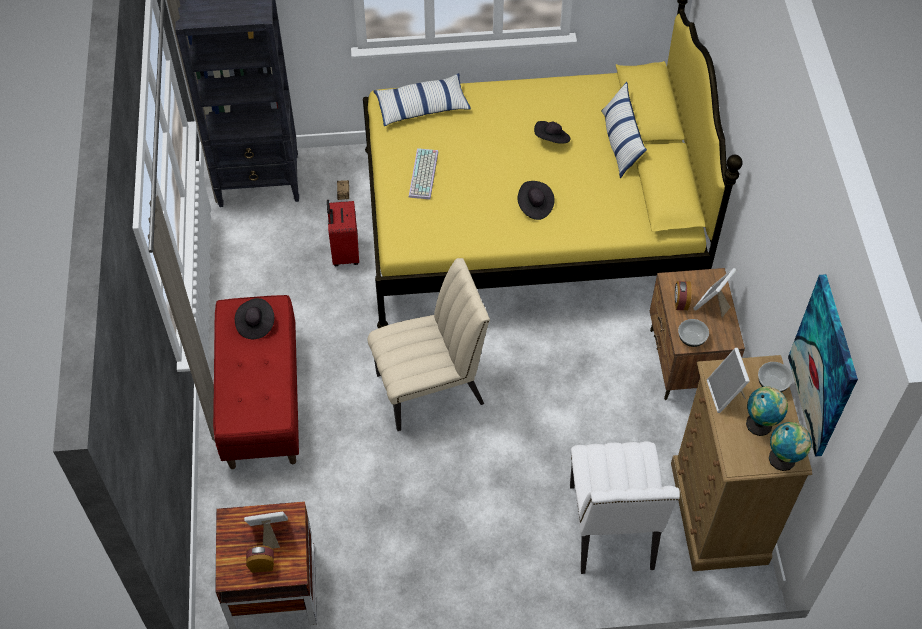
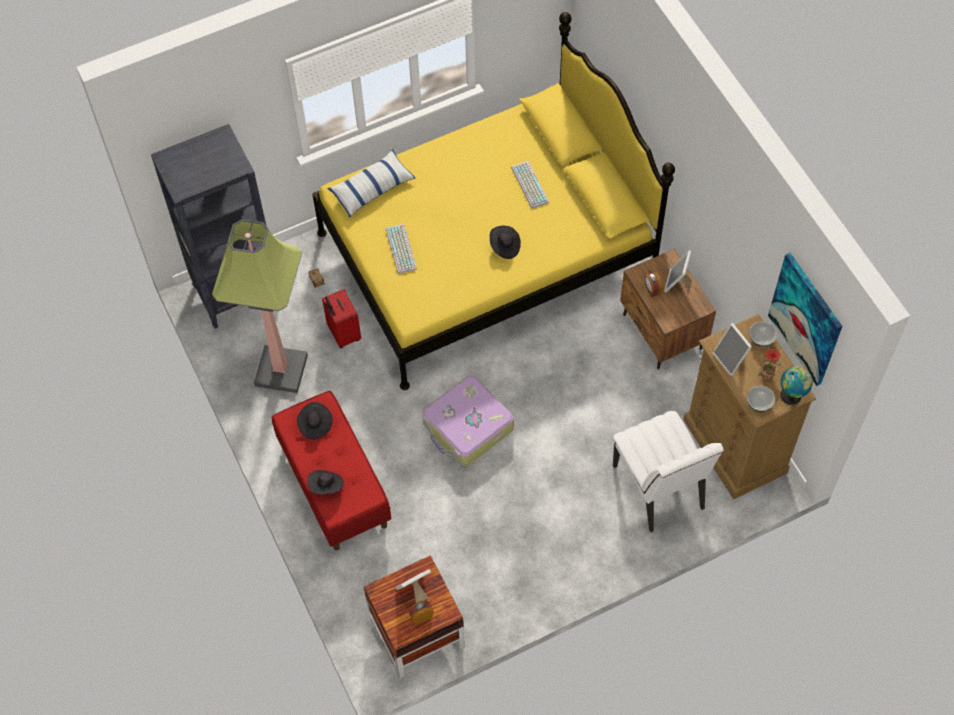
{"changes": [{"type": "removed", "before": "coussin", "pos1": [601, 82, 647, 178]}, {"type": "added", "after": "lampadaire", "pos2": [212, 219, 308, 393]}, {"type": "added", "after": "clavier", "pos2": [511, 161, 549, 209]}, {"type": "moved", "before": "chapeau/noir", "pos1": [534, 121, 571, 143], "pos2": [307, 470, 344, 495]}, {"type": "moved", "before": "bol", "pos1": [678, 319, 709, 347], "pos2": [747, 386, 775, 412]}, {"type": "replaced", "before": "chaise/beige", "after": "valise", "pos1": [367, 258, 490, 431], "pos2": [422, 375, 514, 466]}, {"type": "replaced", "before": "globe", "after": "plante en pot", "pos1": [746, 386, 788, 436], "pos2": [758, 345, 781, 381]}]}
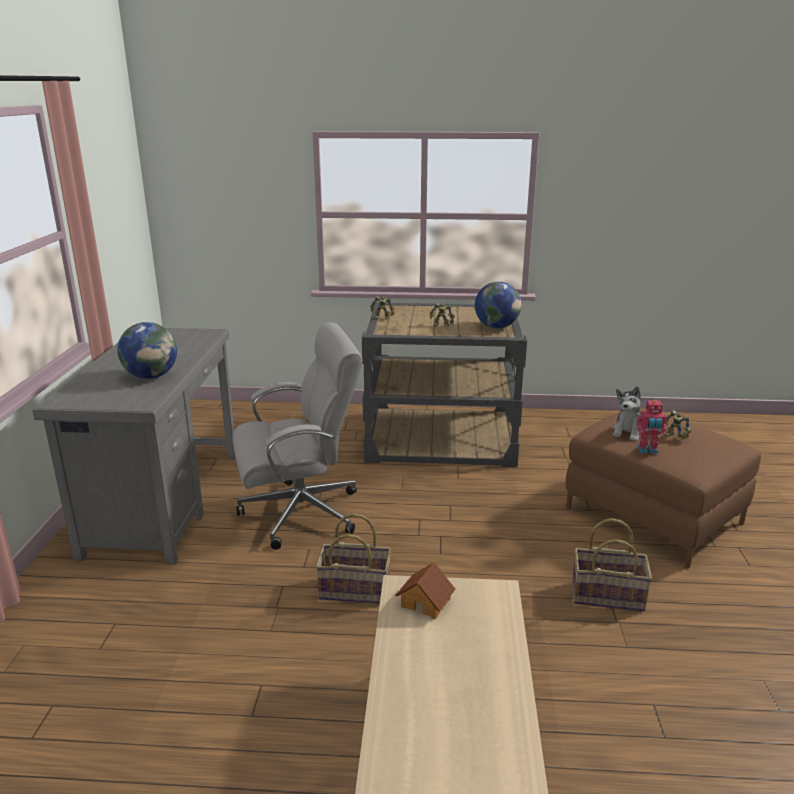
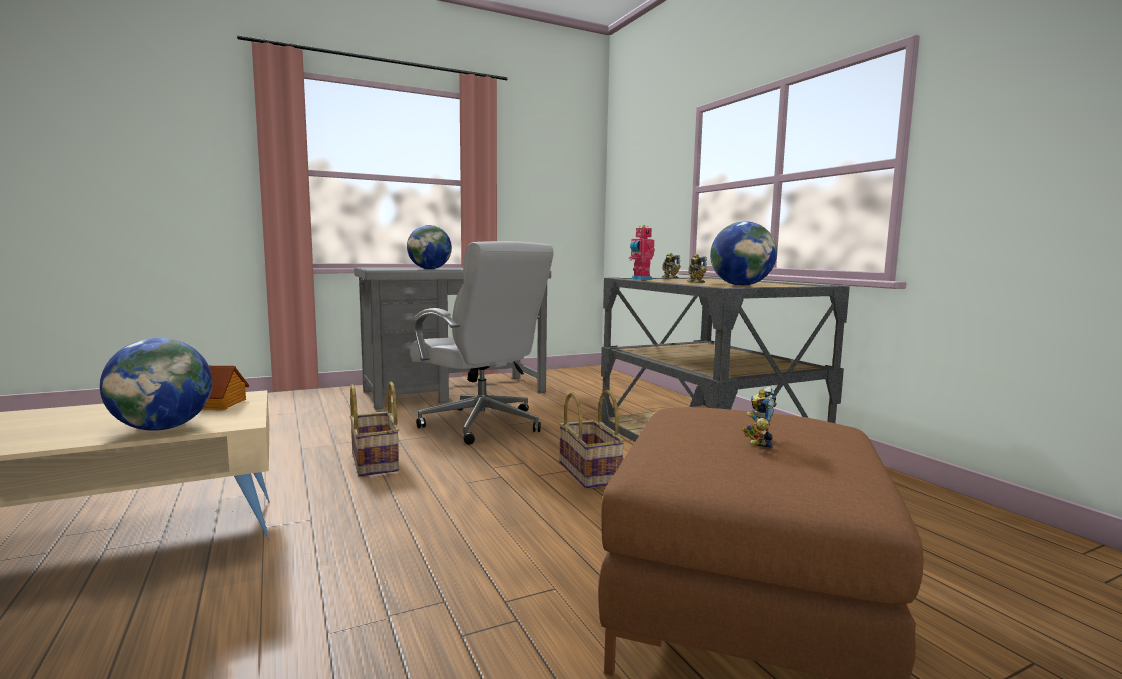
{"changes": [{"type": "removed", "before": "peluche", "pos1": [613, 386, 641, 441]}, {"type": "added", "after": "globe", "pos2": [100, 338, 212, 431]}, {"type": "moved", "before": "panier", "pos1": [572, 518, 652, 611], "pos2": [559, 390, 625, 488]}, {"type": "moved", "before": "robot jouet", "pos1": [637, 400, 667, 454], "pos2": [629, 225, 655, 280]}]}
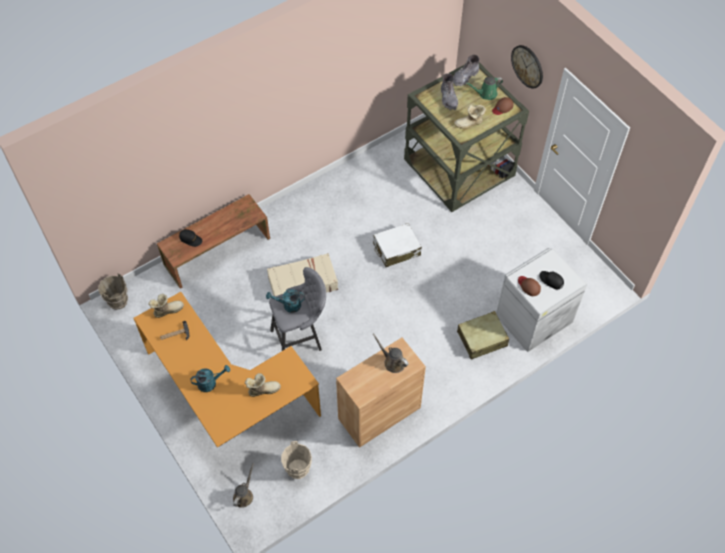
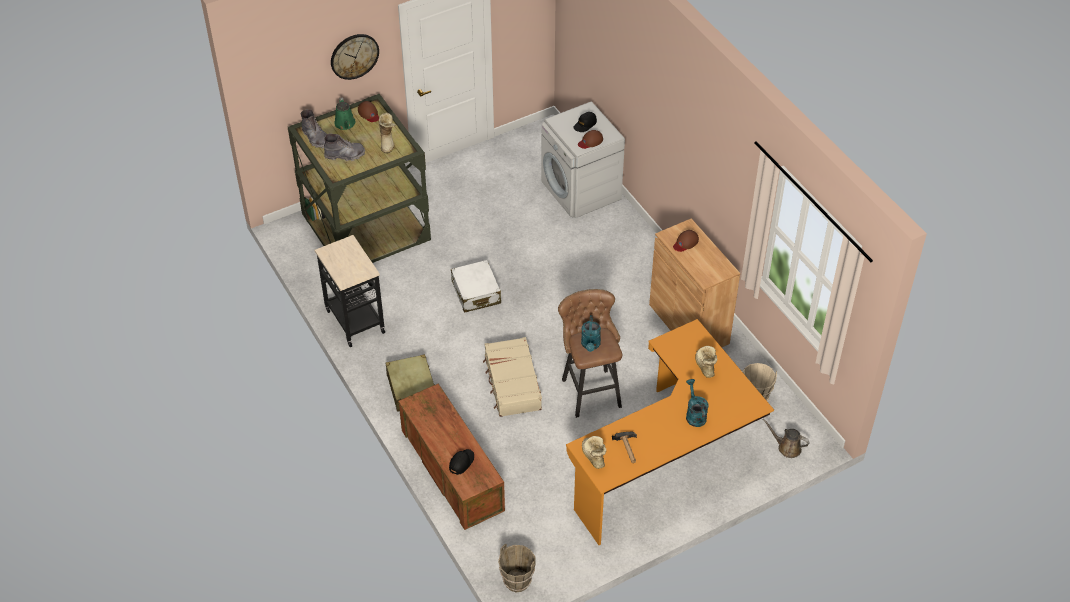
{"changes": [{"type": "added", "after": "chariot", "pos2": [315, 235, 385, 347]}, {"type": "moved", "before": "valise/beige", "pos1": [457, 311, 509, 360], "pos2": [386, 354, 435, 412]}, {"type": "replaced", "before": "arrosoir/marron", "after": "casquette/marron", "pos1": [372, 333, 409, 373], "pos2": [673, 230, 699, 252]}, {"type": "recoloured", "before": "tabouret/gris", "after": "tabouret/marron", "pos1": [269, 267, 326, 351], "pos2": [558, 289, 622, 418]}]}
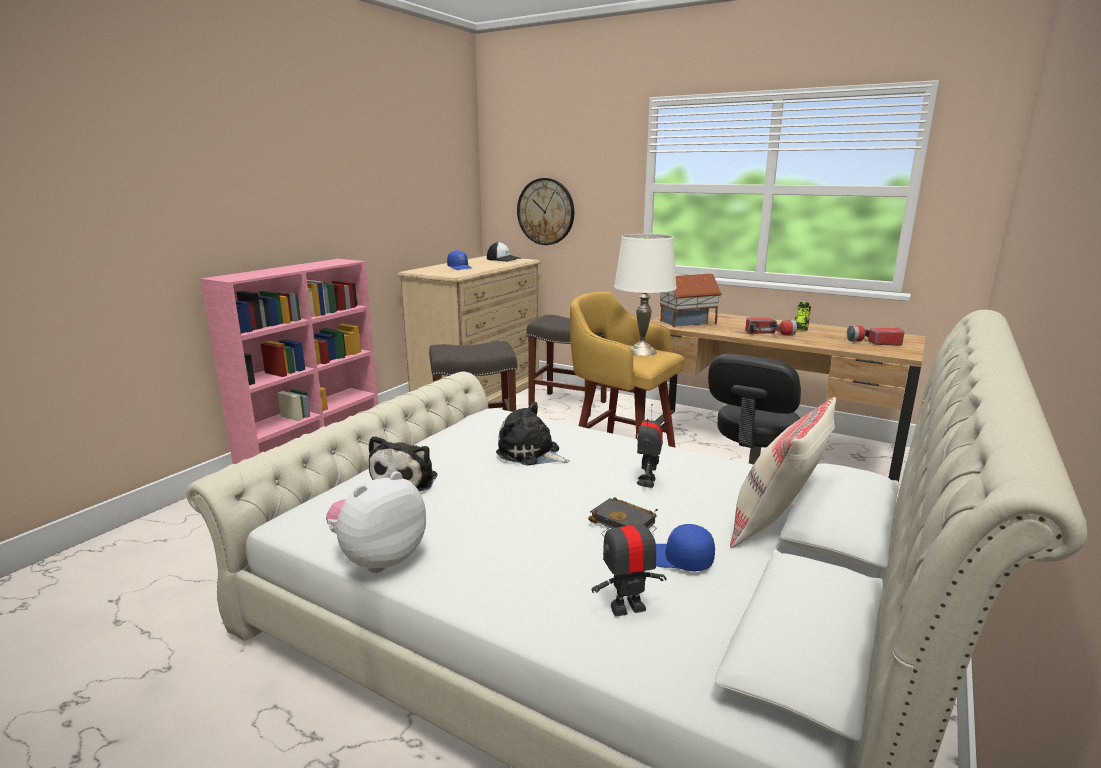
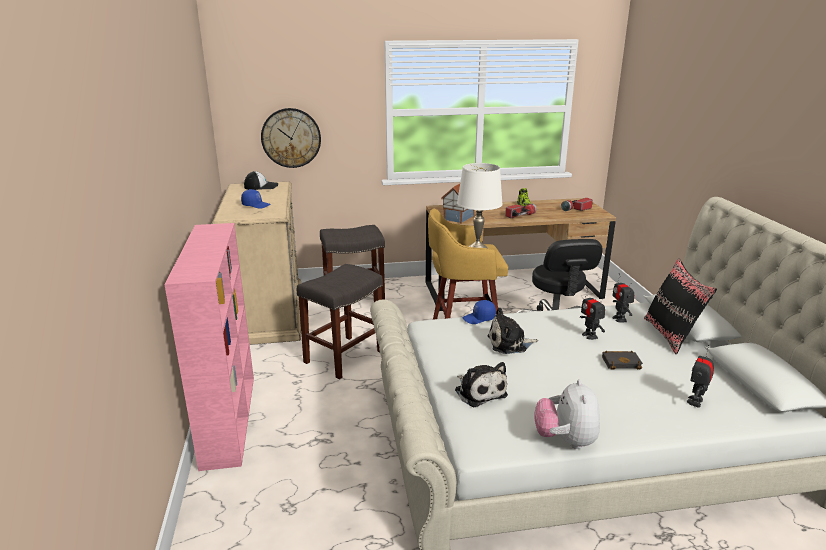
{"changes": [{"type": "added", "after": "robot jouet", "pos2": [612, 273, 634, 323]}, {"type": "moved", "before": "casquette/bleu", "pos1": [656, 524, 715, 571], "pos2": [463, 300, 496, 324]}, {"type": "recoloured", "before": "coussin/beige", "after": "coussin/noir", "pos1": [730, 397, 836, 548], "pos2": [644, 258, 717, 355]}]}
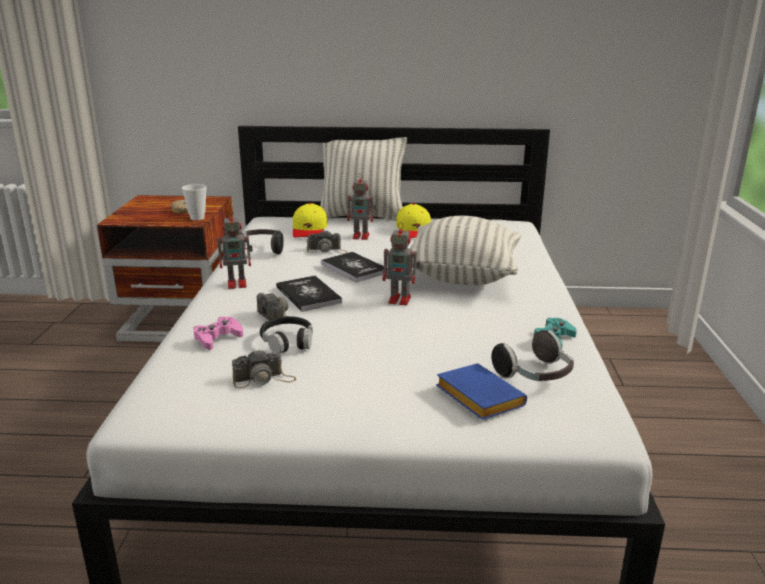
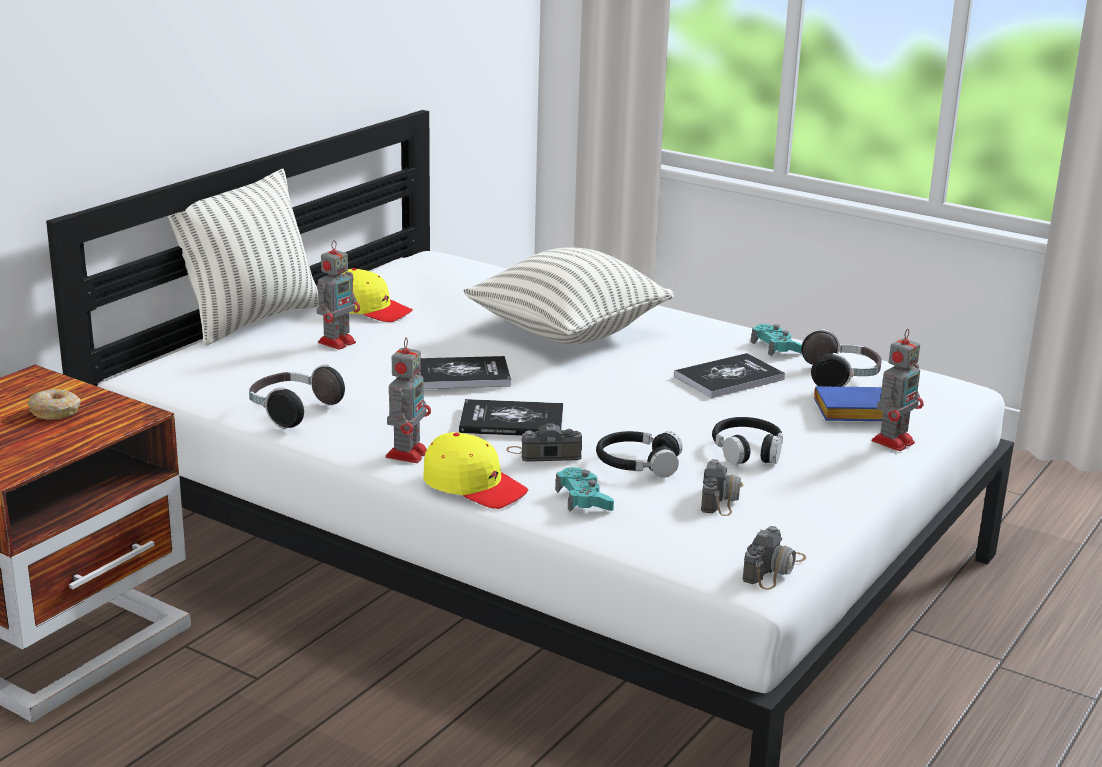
{"changes": [{"type": "removed", "before": "tasse", "pos1": [182, 184, 206, 220]}, {"type": "added", "after": "livre", "pos2": [674, 353, 785, 398]}, {"type": "added", "after": "casque audio/noir", "pos2": [712, 417, 783, 465]}, {"type": "moved", "before": "casquette/jaune", "pos1": [293, 203, 328, 238], "pos2": [423, 432, 528, 509]}, {"type": "moved", "before": "appareil photo", "pos1": [307, 230, 348, 254], "pos2": [742, 526, 806, 589]}, {"type": "moved", "before": "robot jouet", "pos1": [382, 222, 420, 305], "pos2": [872, 329, 924, 451]}, {"type": "recoloured", "before": "manette/rose", "after": "manette/turquoise", "pos1": [194, 316, 243, 350], "pos2": [555, 467, 614, 512]}]}
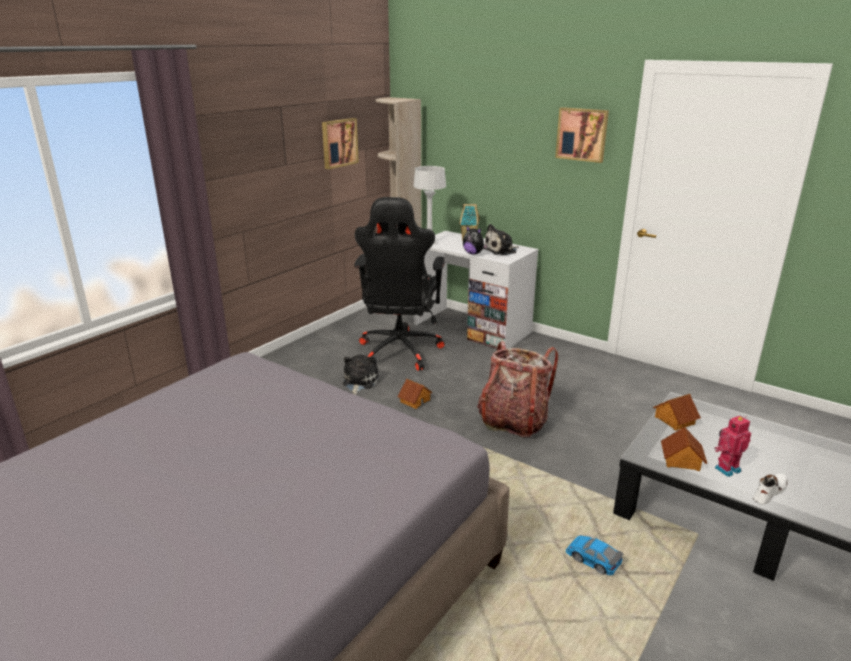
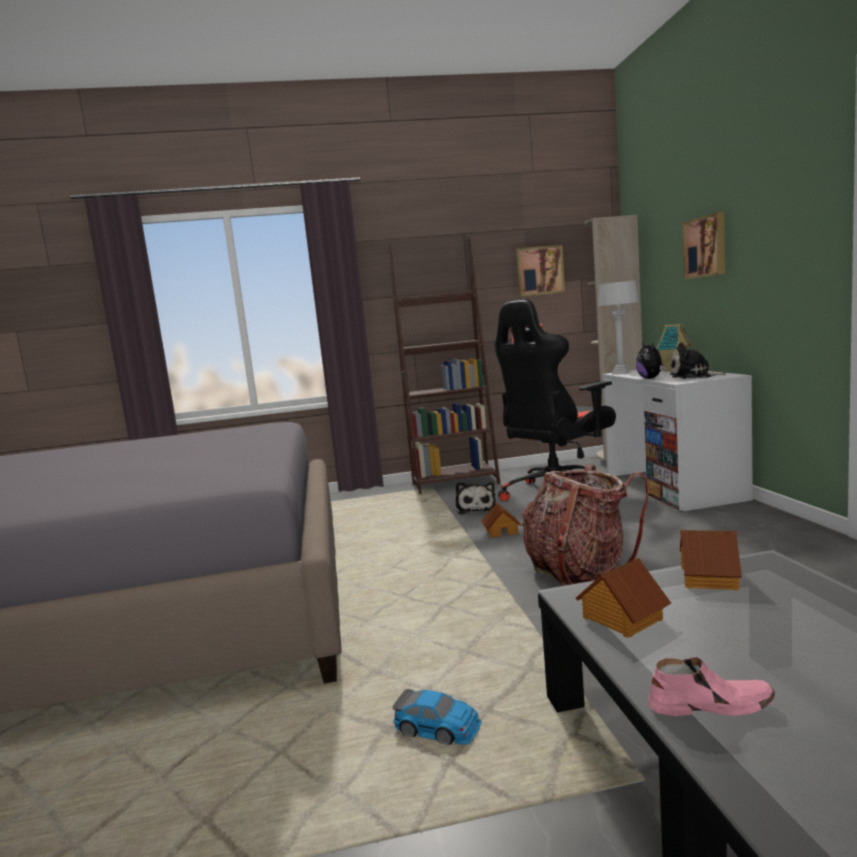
{"changes": [{"type": "removed", "before": "robot jouet", "pos1": [714, 416, 751, 477]}, {"type": "added", "after": "bibliothèque/marron", "pos2": [387, 237, 501, 494]}, {"type": "moved", "before": "tableau", "pos1": [555, 107, 609, 163], "pos2": [682, 211, 725, 280]}, {"type": "recoloured", "before": "chaussure/blanc", "after": "chaussure/rose", "pos1": [753, 474, 788, 505], "pos2": [648, 657, 776, 716]}, {"type": "turned", "before": "peluche", "pos1": [343, 355, 378, 395], "pos2": [456, 482, 496, 515], "turn": 120}, {"type": "turned", "before": "petite voiture", "pos1": [566, 535, 623, 575], "pos2": [393, 689, 481, 745], "turn": 120}]}
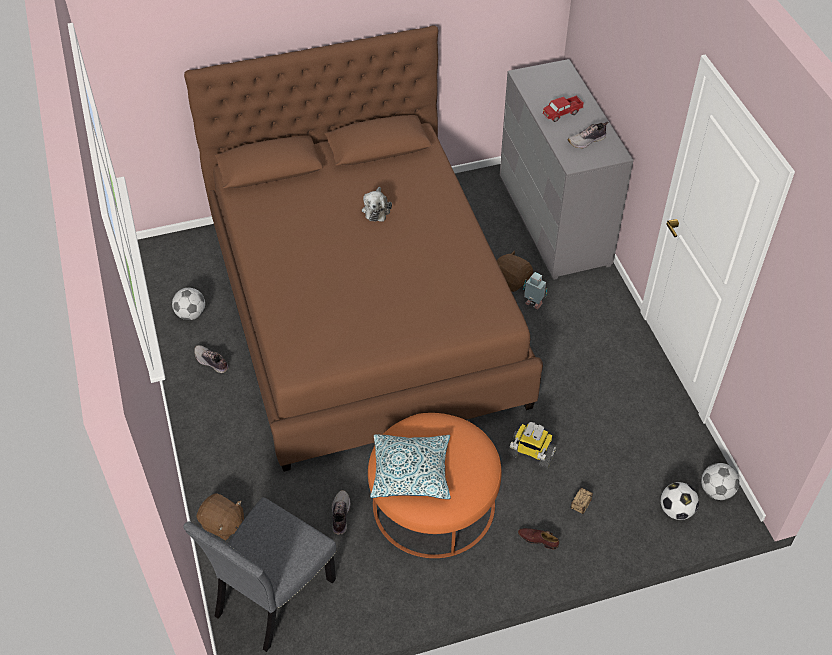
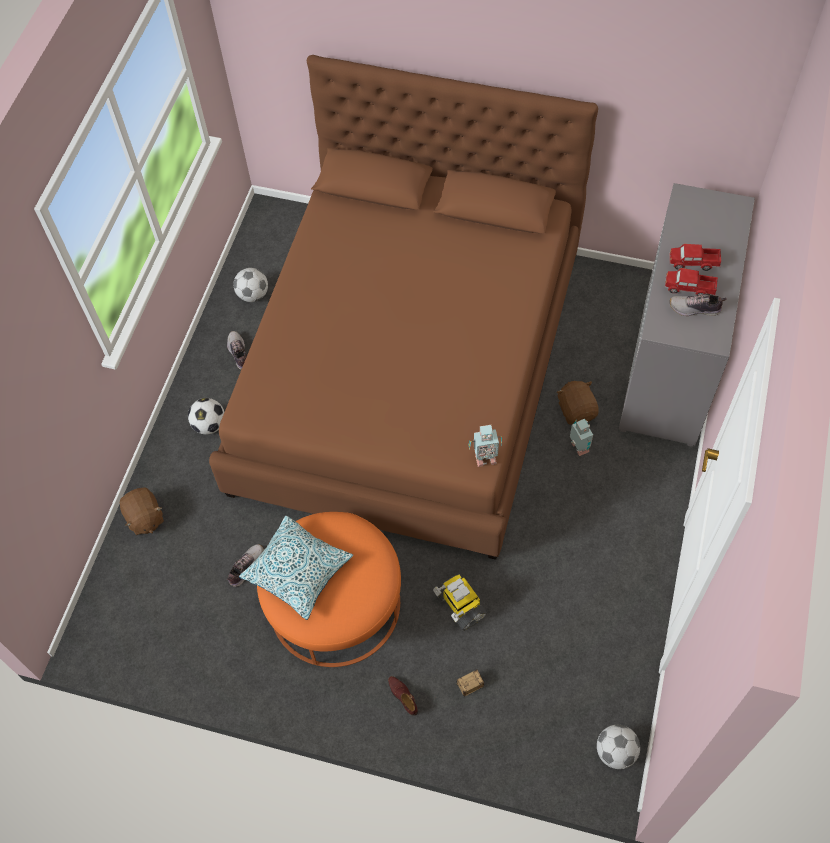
{"changes": [{"type": "removed", "before": "chaise/gris", "pos1": [183, 497, 337, 652]}, {"type": "removed", "before": "peluche", "pos1": [362, 187, 392, 222]}, {"type": "added", "after": "robot jouet", "pos2": [469, 425, 502, 467]}, {"type": "added", "after": "camion jouet", "pos2": [665, 268, 718, 296]}, {"type": "moved", "before": "ballon de foot", "pos1": [660, 482, 699, 520], "pos2": [188, 398, 224, 434]}]}
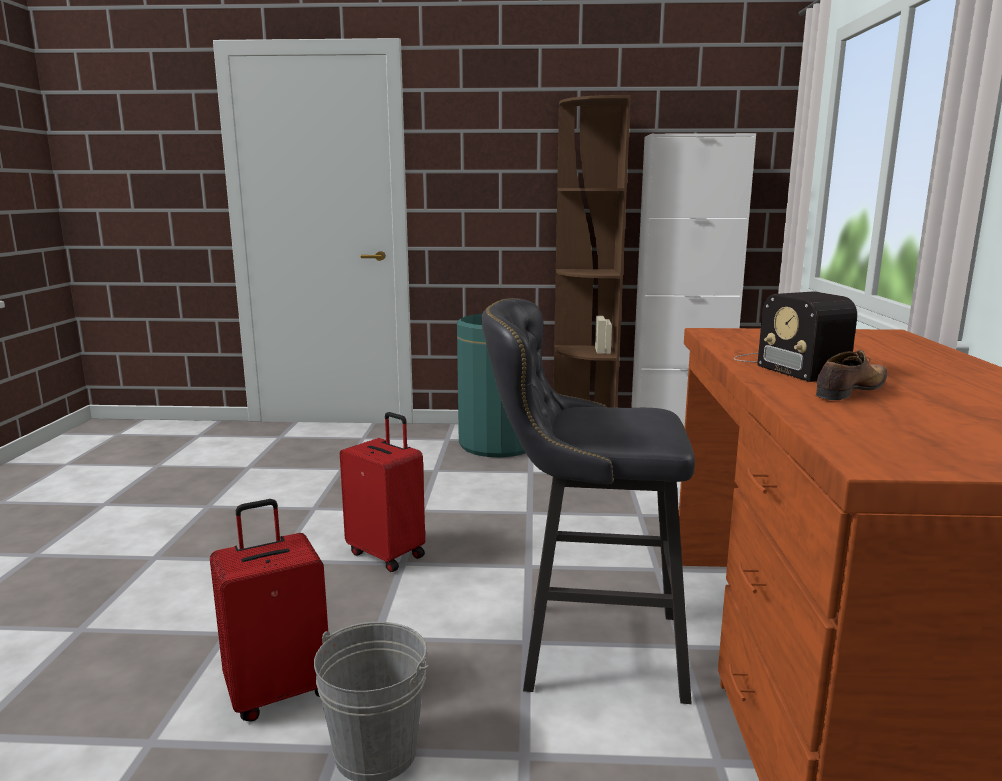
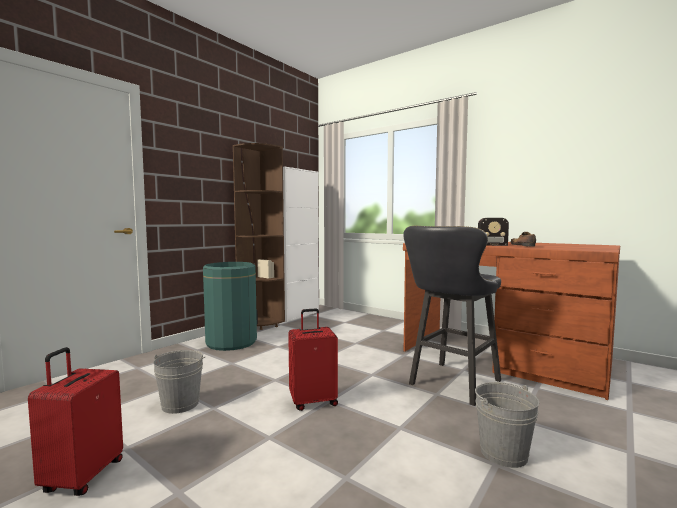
{"changes": [{"type": "added", "after": "seau/gris", "pos2": [153, 350, 205, 414]}, {"type": "moved", "before": "valise/rouge", "pos1": [210, 499, 328, 722], "pos2": [28, 347, 123, 496]}]}
